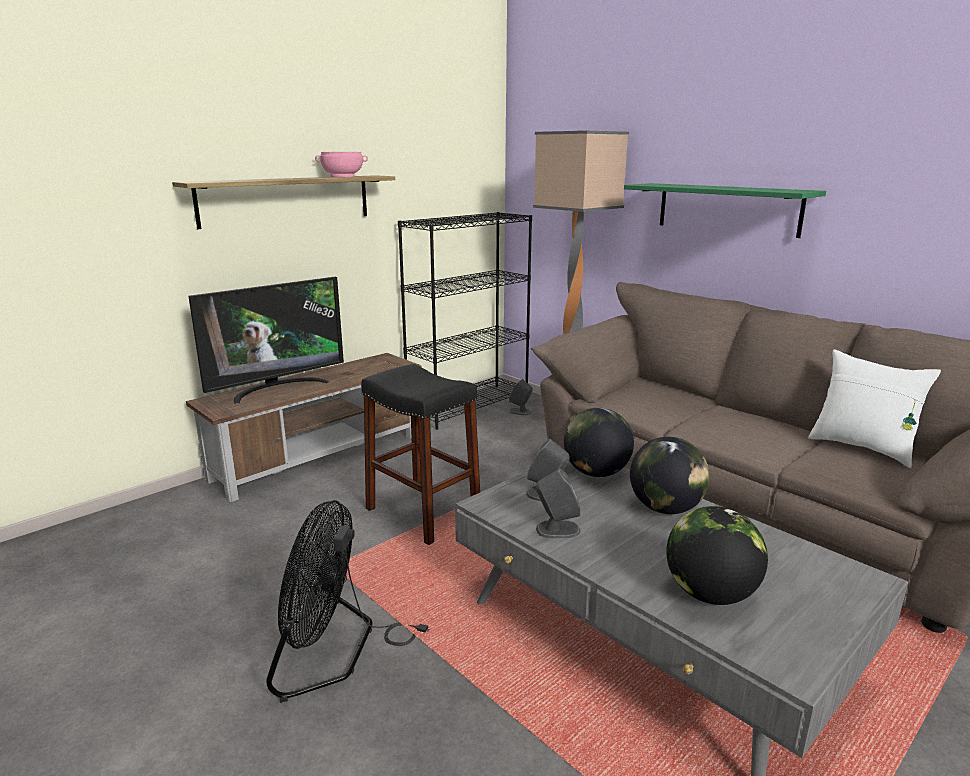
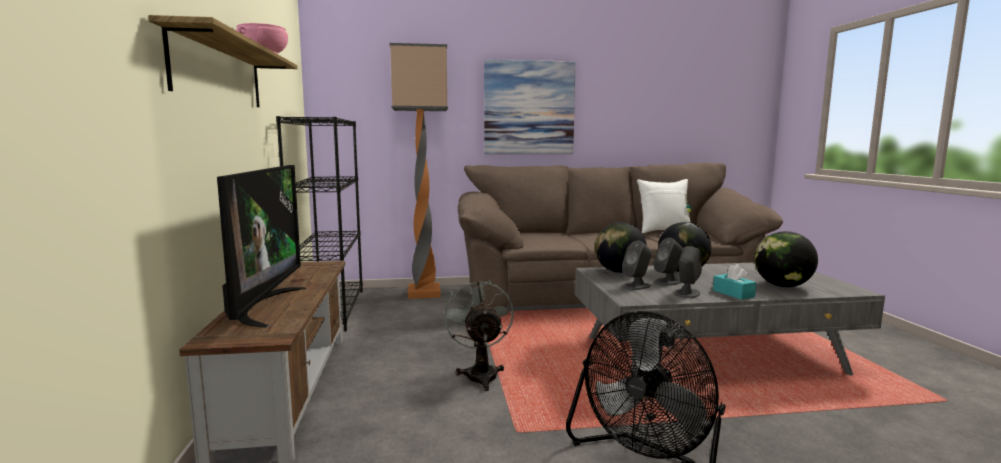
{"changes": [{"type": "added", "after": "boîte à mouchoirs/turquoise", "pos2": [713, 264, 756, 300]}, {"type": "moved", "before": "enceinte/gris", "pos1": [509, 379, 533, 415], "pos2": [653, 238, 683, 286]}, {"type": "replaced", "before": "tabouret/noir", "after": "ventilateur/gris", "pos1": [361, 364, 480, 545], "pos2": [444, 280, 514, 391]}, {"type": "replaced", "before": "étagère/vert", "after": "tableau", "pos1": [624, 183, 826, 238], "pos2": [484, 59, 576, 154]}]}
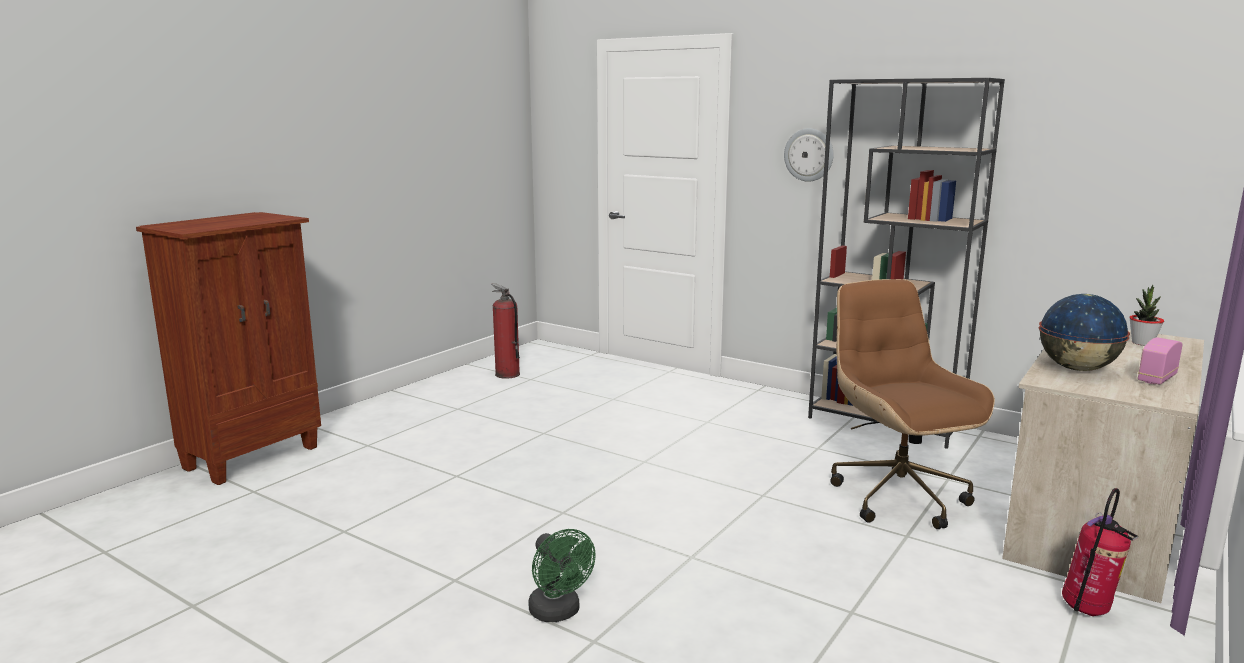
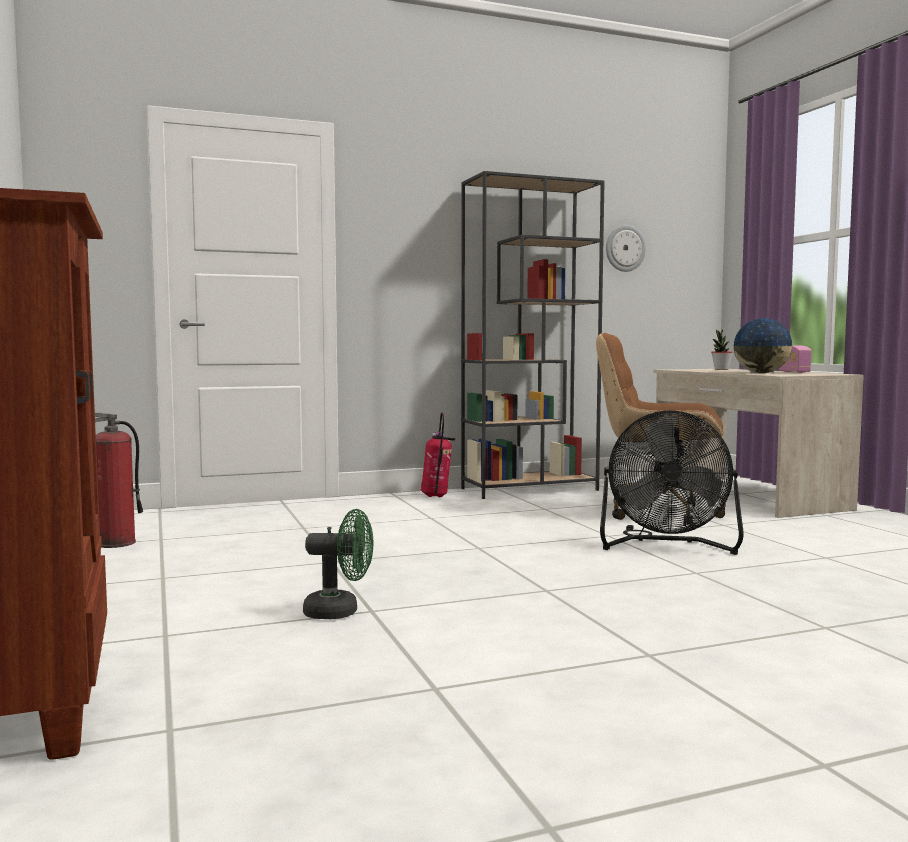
{"changes": [{"type": "added", "after": "ventilateur/noir", "pos2": [600, 411, 744, 555]}, {"type": "moved", "before": "ventilateur/vert", "pos1": [528, 529, 596, 622], "pos2": [303, 509, 373, 619]}, {"type": "moved", "before": "horloge murale", "pos1": [784, 128, 834, 182], "pos2": [606, 225, 646, 272]}, {"type": "moved", "before": "extincteur", "pos1": [1062, 488, 1138, 616], "pos2": [421, 413, 455, 498]}]}
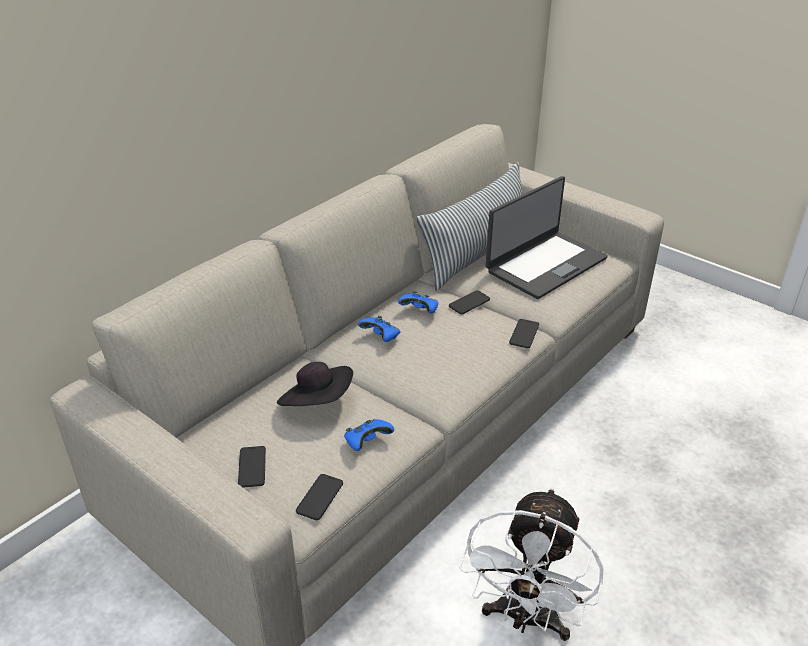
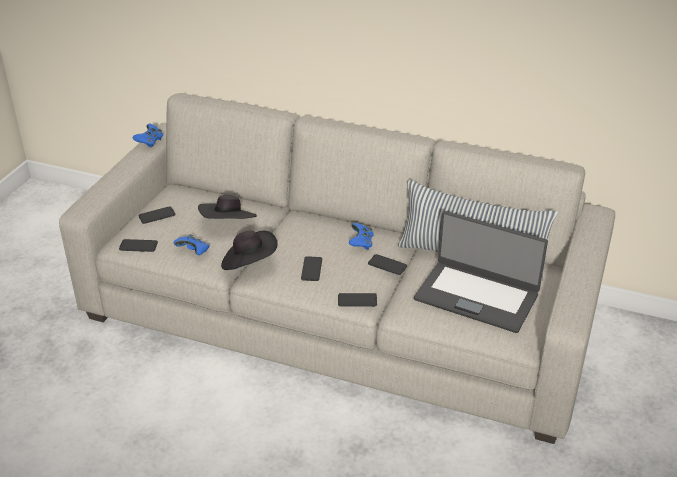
{"changes": [{"type": "removed", "before": "ventilateur/blanc", "pos1": [459, 487, 604, 641]}, {"type": "added", "after": "chapeau/noir", "pos2": [221, 230, 278, 270]}, {"type": "added", "after": "téléphone", "pos2": [301, 256, 322, 281]}, {"type": "moved", "before": "manette/bleu", "pos1": [358, 315, 400, 342], "pos2": [133, 123, 163, 148]}]}
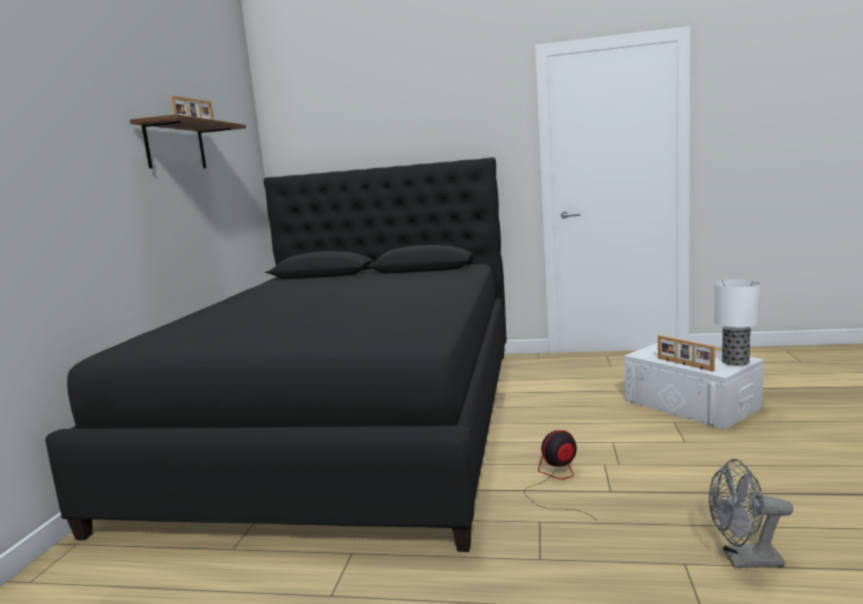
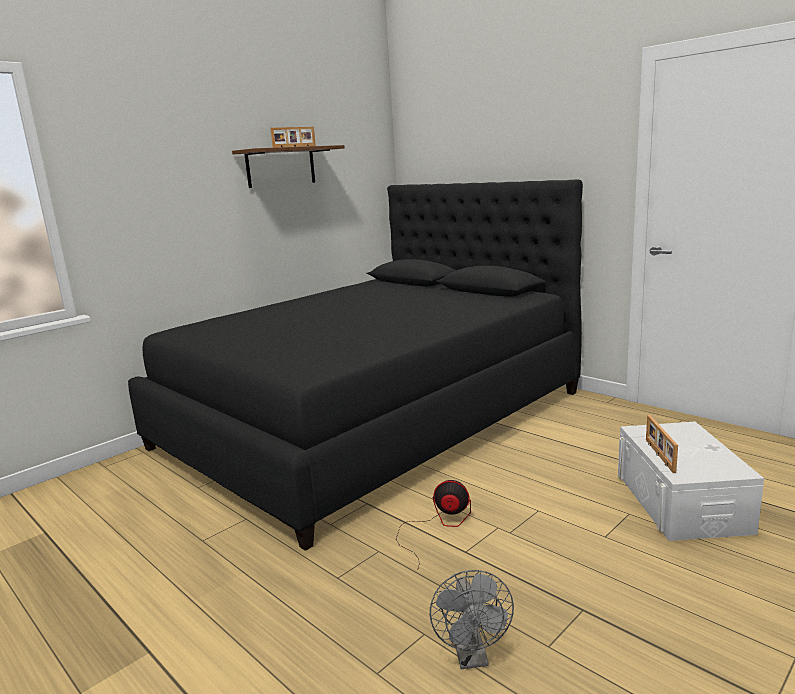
{"changes": [{"type": "removed", "before": "lampe de table", "pos1": [714, 280, 761, 366]}, {"type": "turned", "before": "ventilateur/gris", "pos1": [709, 459, 793, 568], "pos2": [430, 570, 514, 669], "turn": -135}]}
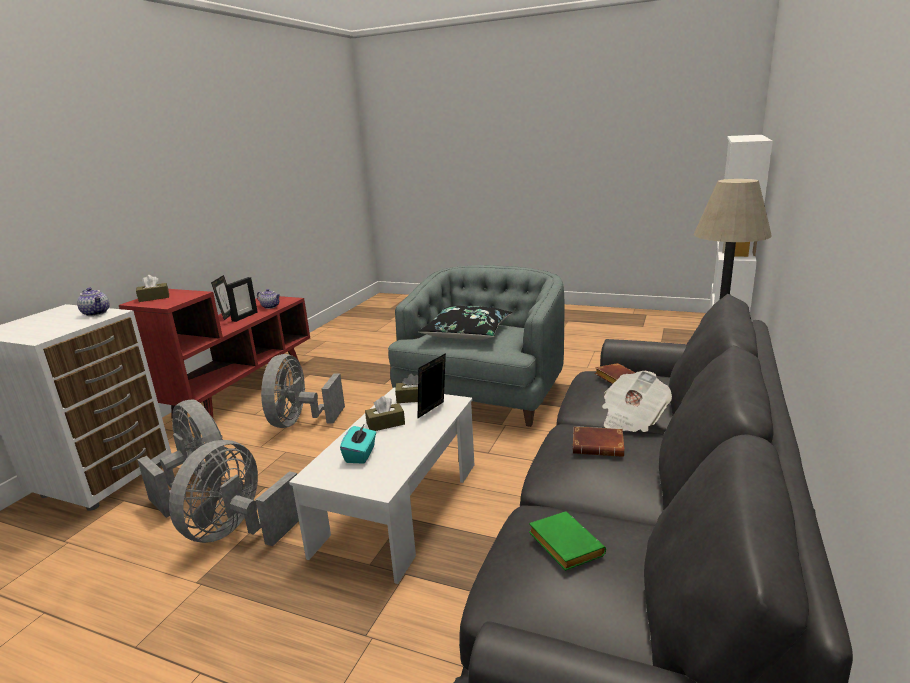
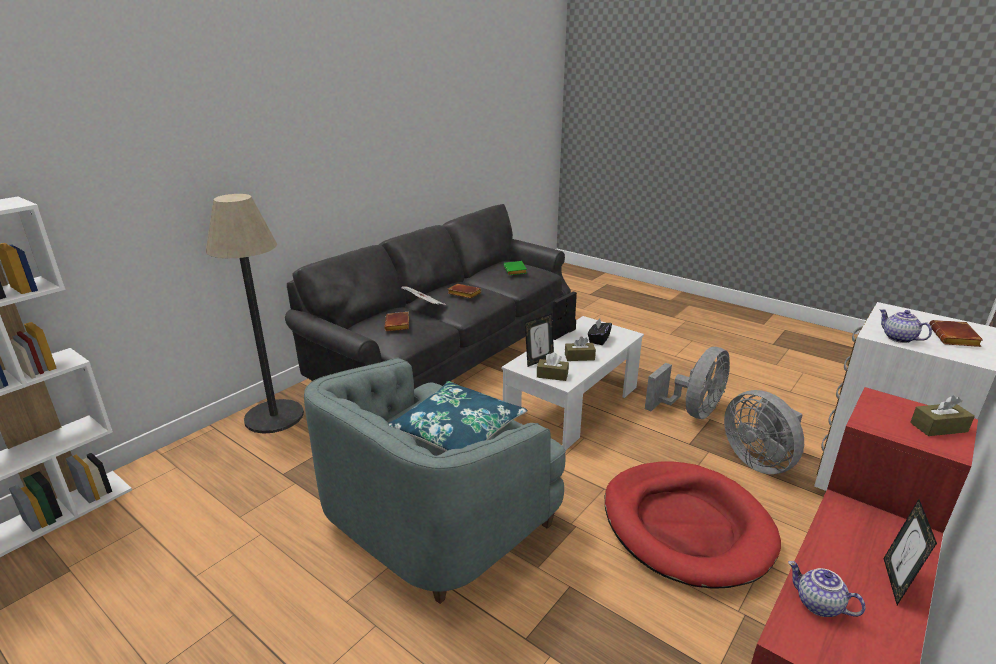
{"changes": [{"type": "added", "after": "livre/marron", "pos2": [929, 320, 983, 347]}, {"type": "moved", "before": "cadre photo", "pos1": [225, 277, 258, 322], "pos2": [552, 292, 577, 340]}, {"type": "replaced", "before": "ventilateur/gris", "after": "panier pour chien/rouge", "pos1": [261, 354, 345, 428], "pos2": [605, 462, 781, 589]}, {"type": "recoloured", "before": "boîte à mouchoirs/turquoise", "after": "boîte à mouchoirs/noir", "pos1": [340, 423, 376, 464], "pos2": [588, 318, 612, 345]}, {"type": "recoloured", "before": "coussin/noir", "after": "coussin/bleu", "pos1": [418, 306, 512, 340], "pos2": [388, 381, 527, 452]}]}
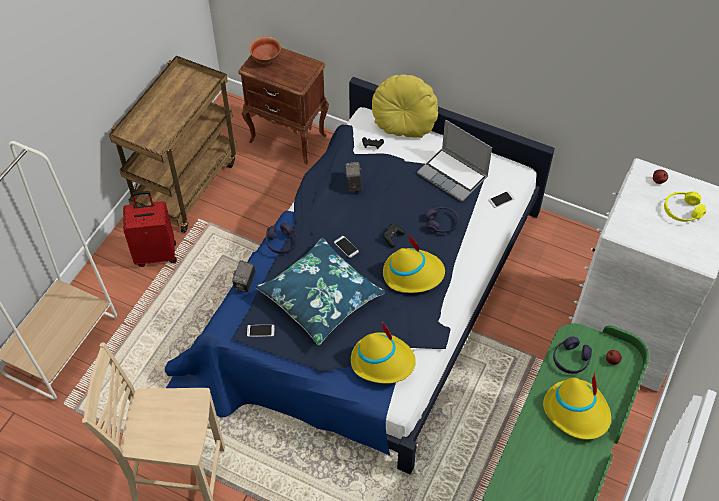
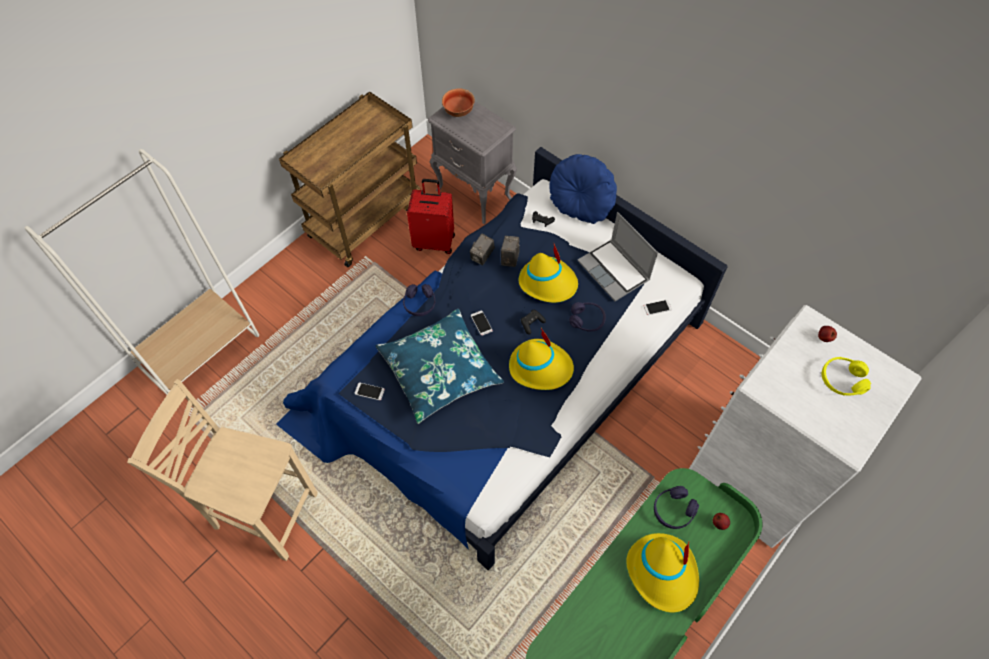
{"changes": [{"type": "moved", "before": "valise/rouge", "pos1": [123, 191, 177, 267], "pos2": [407, 179, 455, 254]}, {"type": "moved", "before": "appareil photo", "pos1": [232, 260, 256, 292], "pos2": [470, 233, 495, 266]}, {"type": "moved", "before": "chapeau/jaune", "pos1": [351, 321, 416, 384], "pos2": [519, 244, 578, 303]}, {"type": "recoloured", "before": "table de chevet/marron", "after": "table de chevet/gris", "pos1": [238, 48, 329, 165], "pos2": [428, 101, 517, 224]}, {"type": "recoloured", "before": "coussin/jaune", "after": "coussin/bleu", "pos1": [372, 74, 438, 138], "pos2": [549, 154, 617, 224]}]}
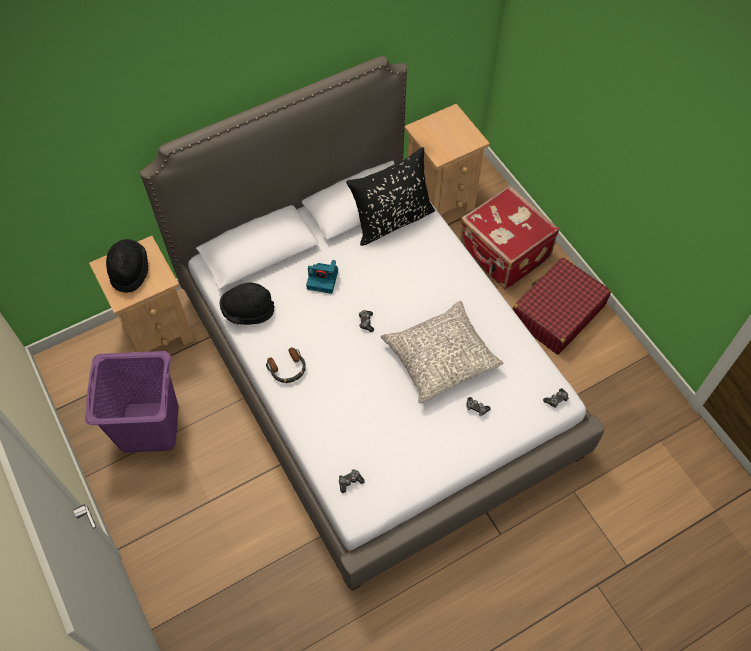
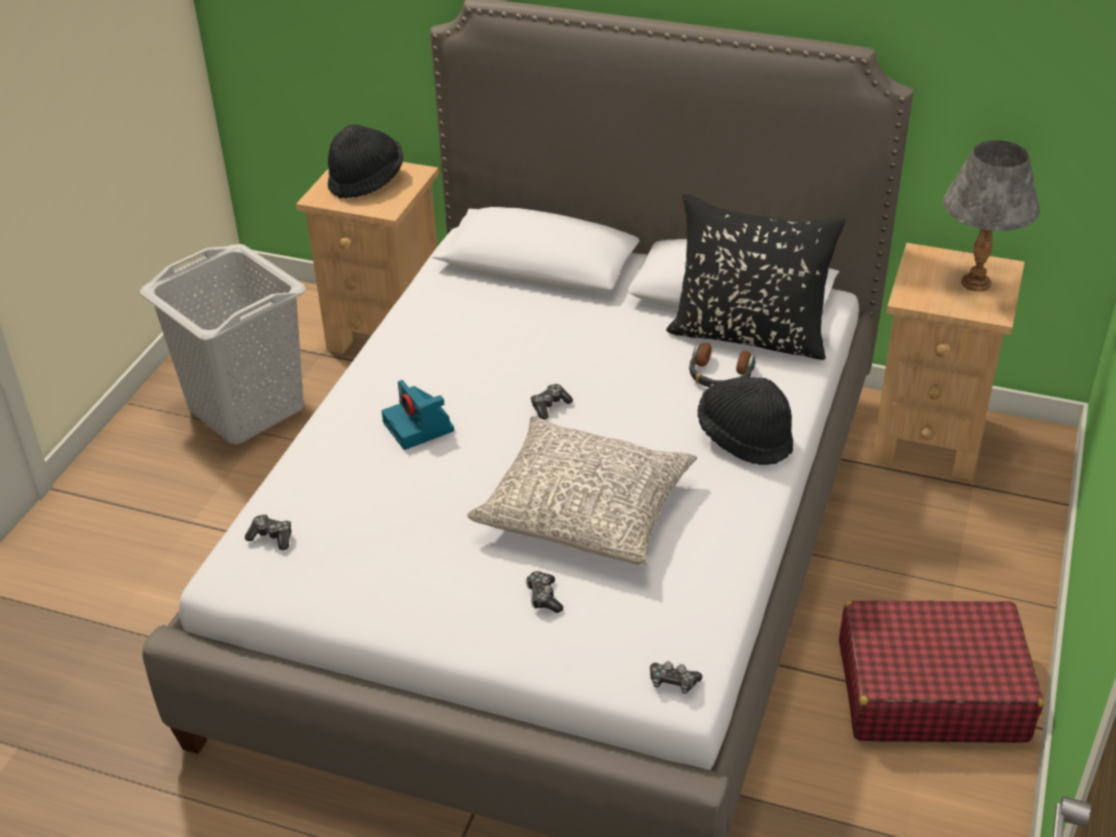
{"changes": [{"type": "removed", "before": "valise/rouge", "pos1": [459, 185, 559, 290]}, {"type": "added", "after": "lampe de table/gris", "pos2": [943, 140, 1040, 291]}, {"type": "moved", "before": "chapeau/noir", "pos1": [219, 282, 275, 325], "pos2": [698, 377, 793, 465]}, {"type": "moved", "before": "casque audio", "pos1": [266, 347, 306, 383], "pos2": [689, 343, 756, 387]}, {"type": "moved", "before": "appareil photo", "pos1": [306, 260, 338, 294], "pos2": [382, 380, 454, 450]}, {"type": "recoloured", "before": "panier à linge/violet", "after": "panier à linge/gris", "pos1": [85, 351, 178, 453], "pos2": [140, 244, 306, 444]}]}
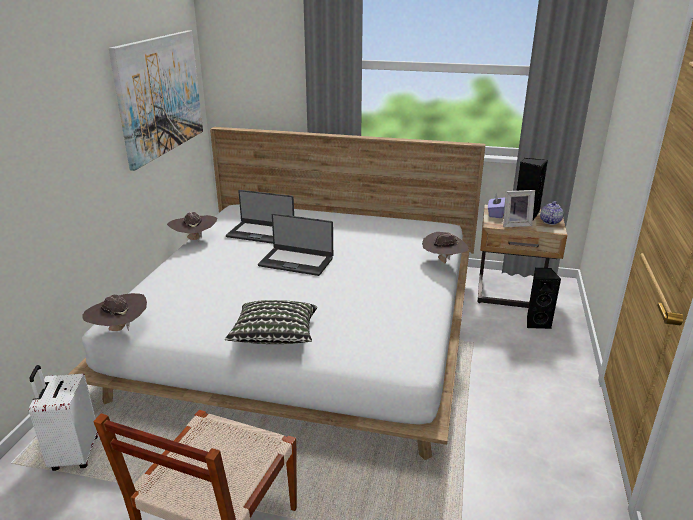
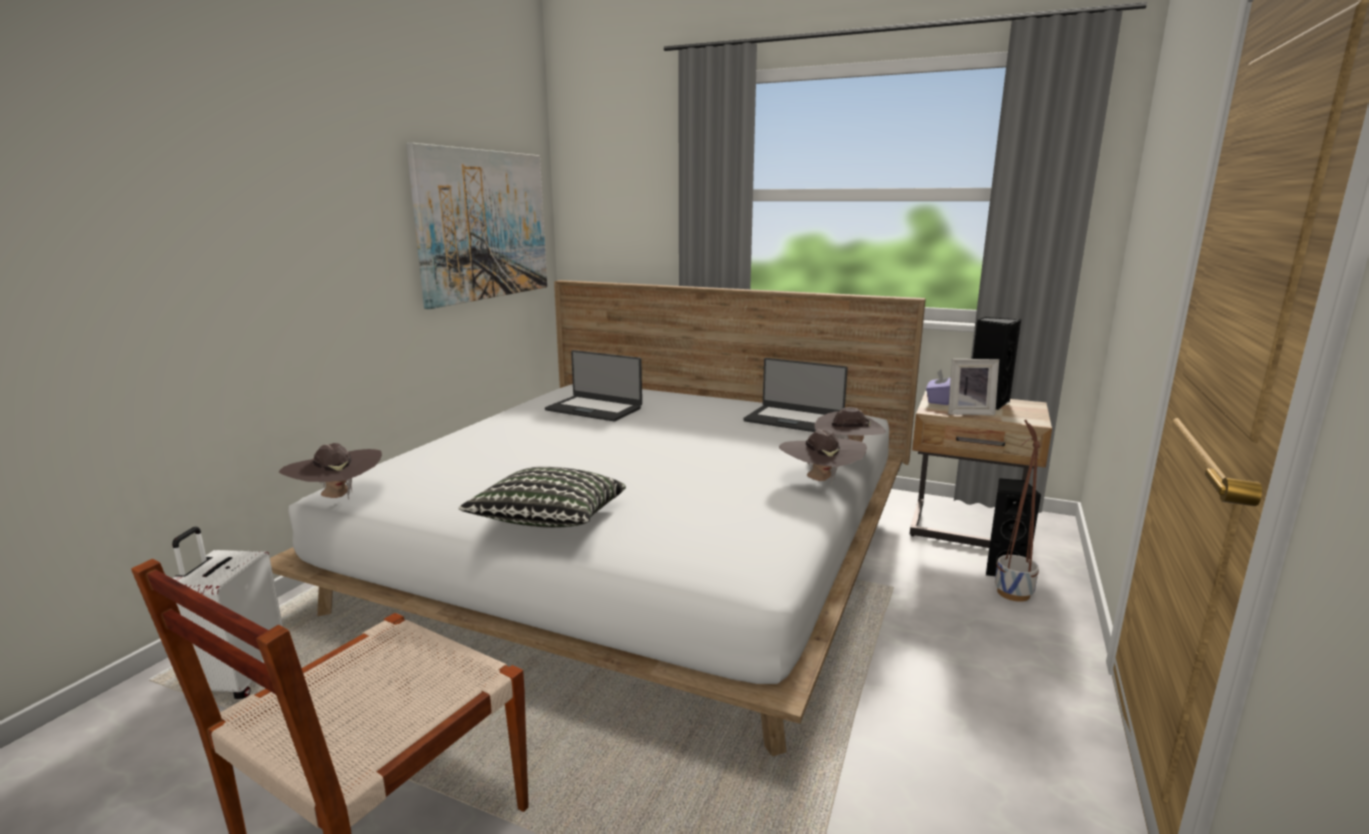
{"changes": [{"type": "removed", "before": "théière", "pos1": [540, 201, 563, 225]}, {"type": "added", "after": "cache-pot", "pos2": [995, 420, 1040, 602]}, {"type": "moved", "before": "chapeau/marron", "pos1": [167, 212, 217, 240], "pos2": [779, 429, 867, 484]}, {"type": "moved", "before": "ordinateur portable", "pos1": [258, 213, 333, 276], "pos2": [743, 358, 848, 432]}]}
